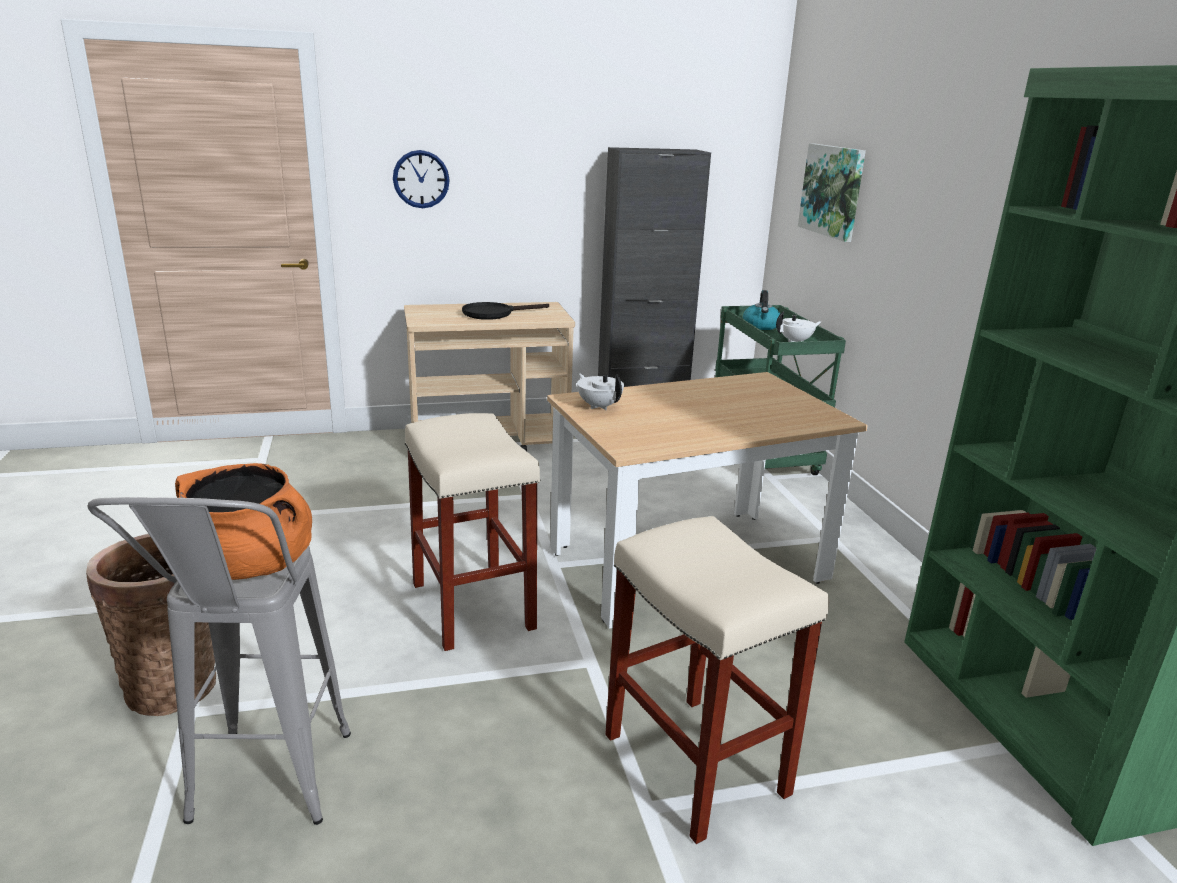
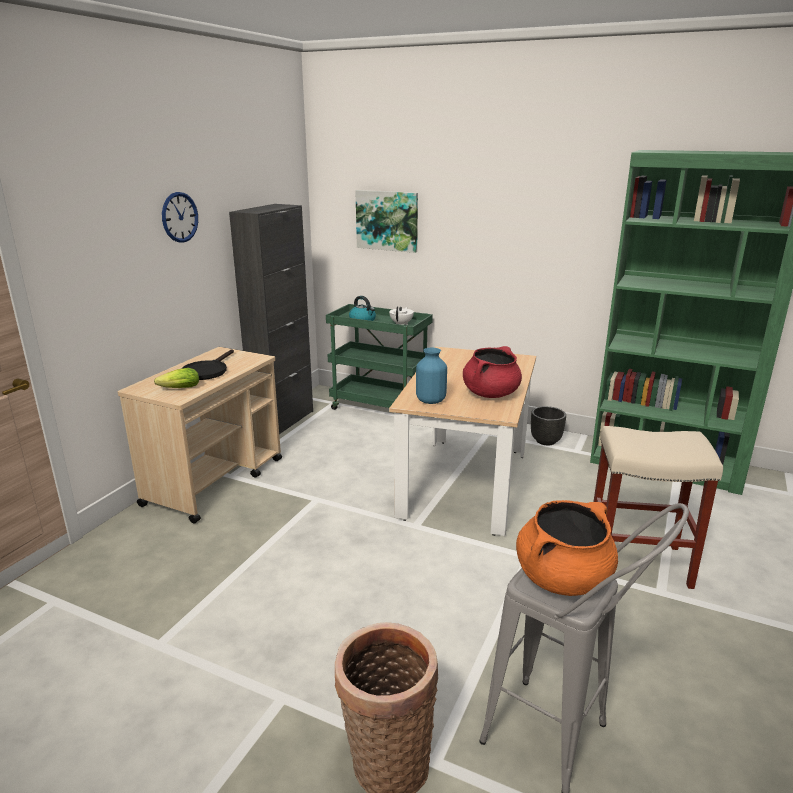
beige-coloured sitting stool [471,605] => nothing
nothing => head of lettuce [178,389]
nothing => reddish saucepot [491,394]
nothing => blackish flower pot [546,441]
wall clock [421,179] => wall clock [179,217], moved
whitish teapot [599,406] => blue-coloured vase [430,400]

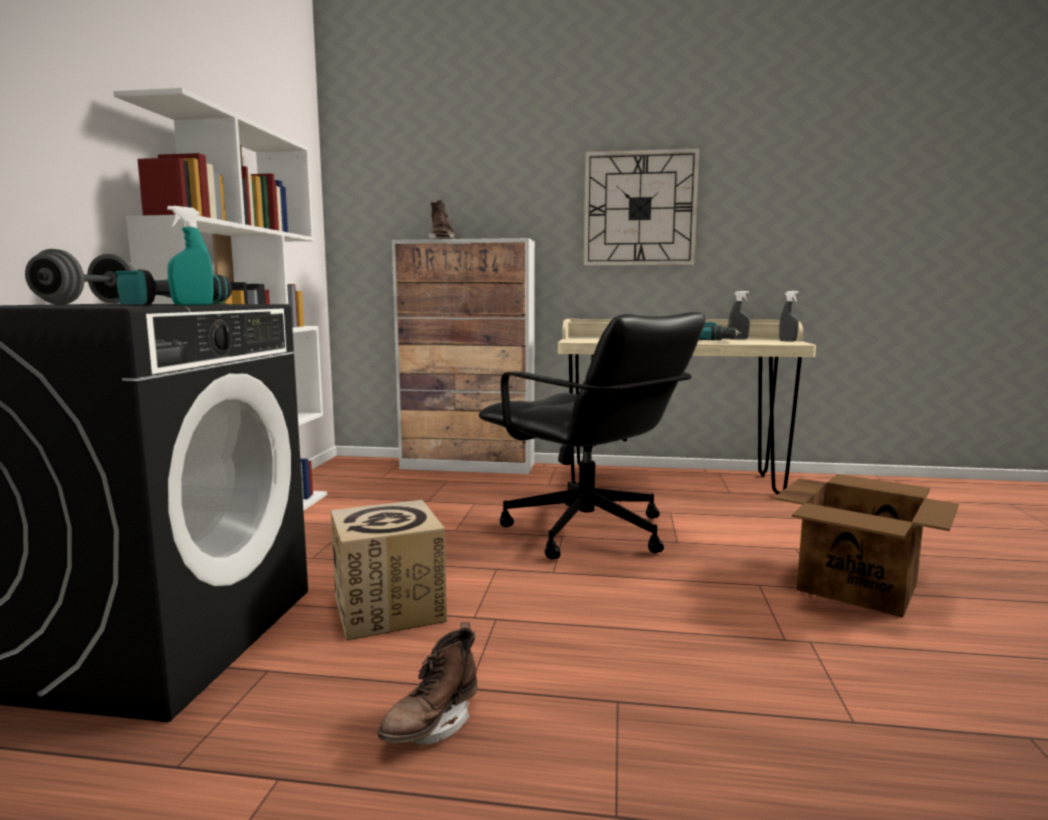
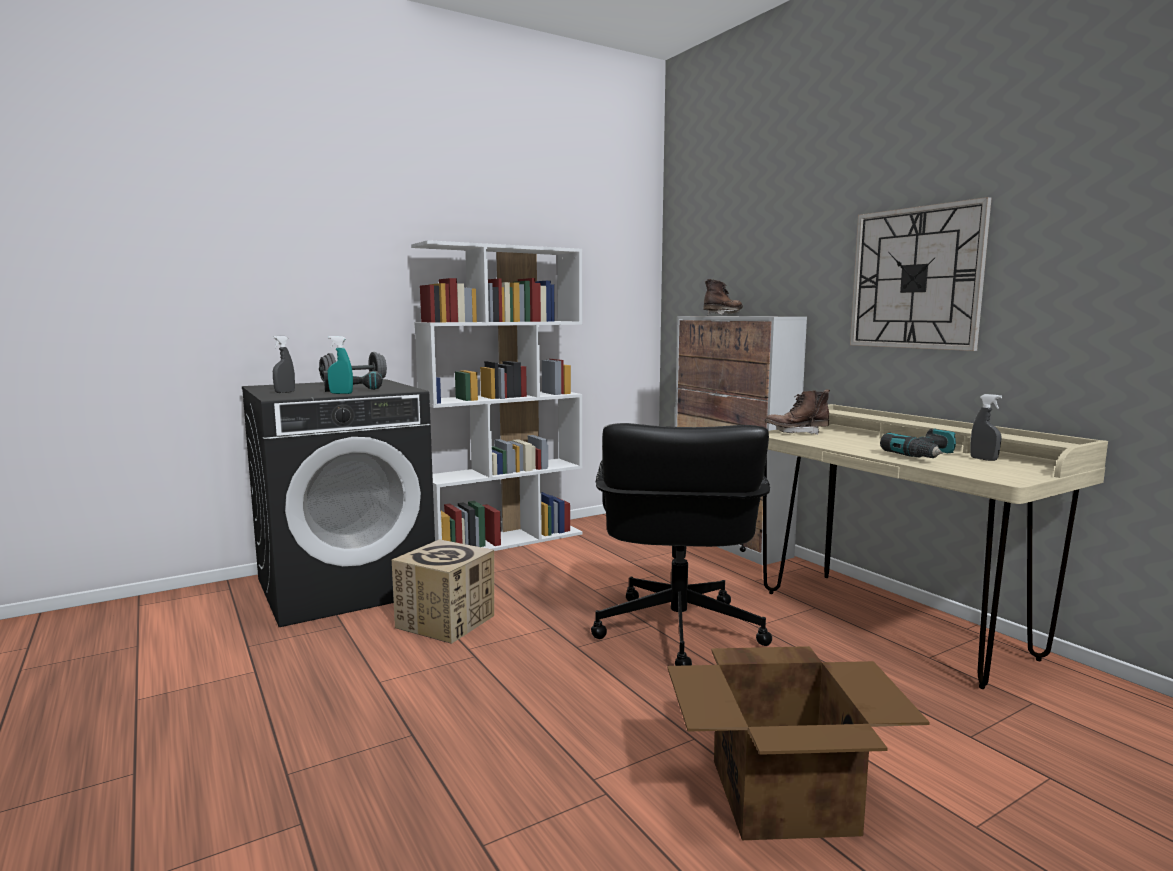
brownish high-top boot [431,725] => brownish high-top boot [796,433], moved
greyish hand sprayer [787,341] => greyish hand sprayer [285,392], moved

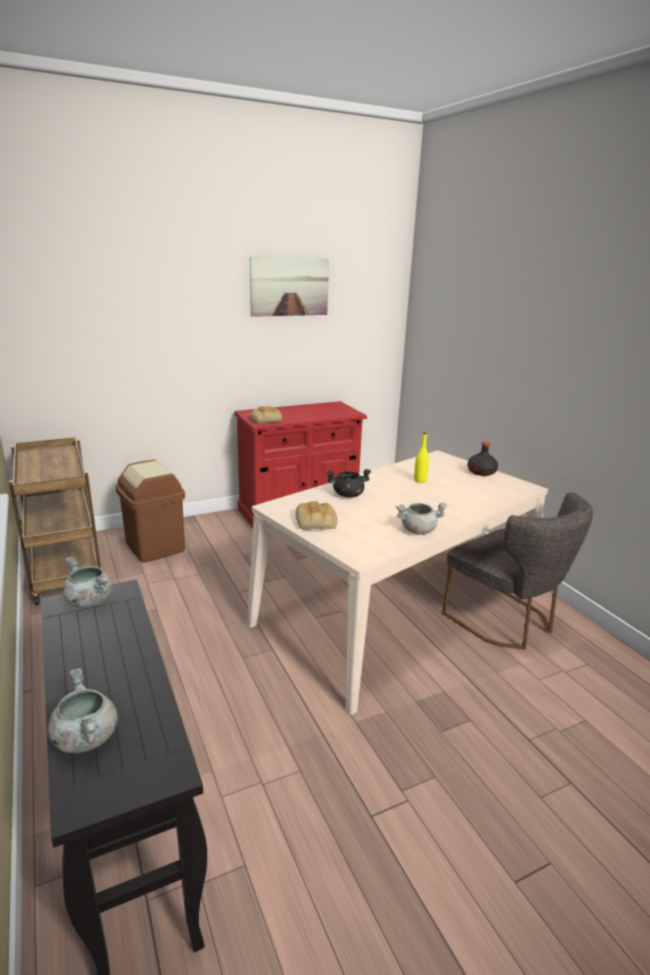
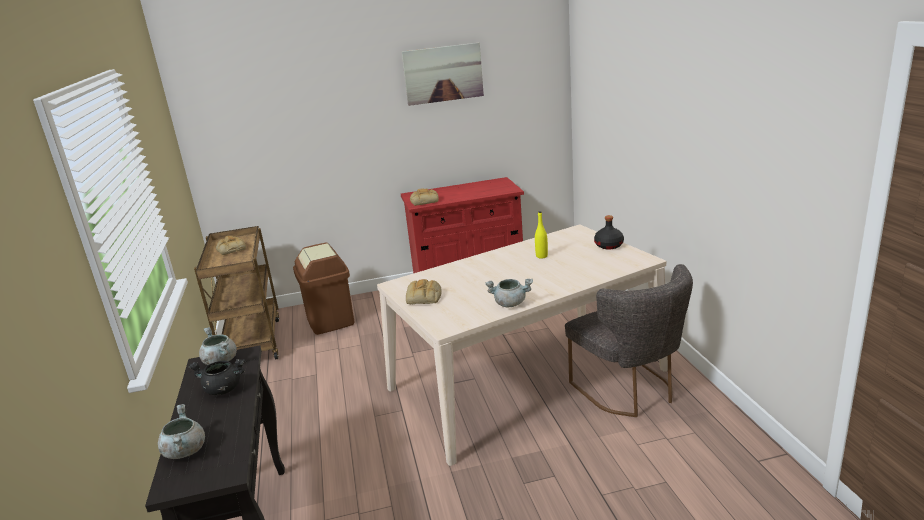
nothing => baked bread [231,249]
blackish saucepot [348,495] => blackish saucepot [223,389], moved

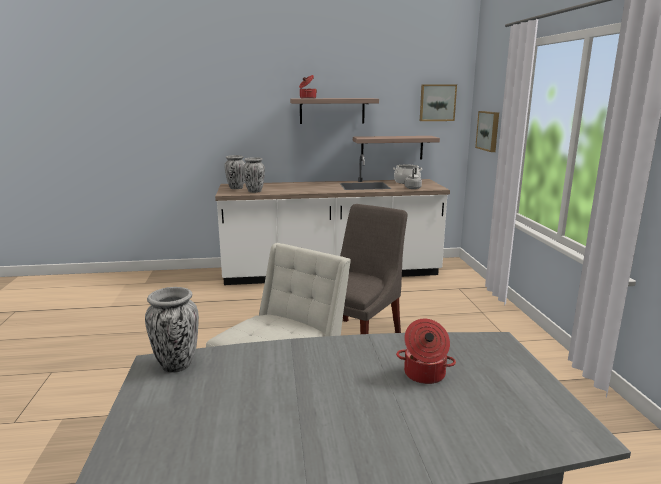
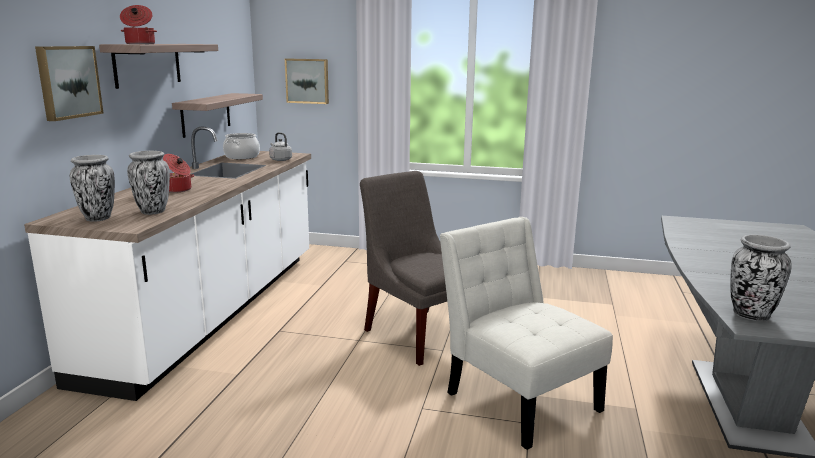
saucepot [424,374] => saucepot [178,190], moved
wall picture [437,102] => wall picture [67,82], moved

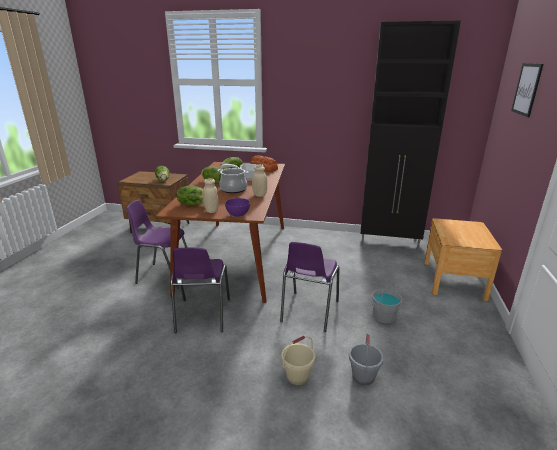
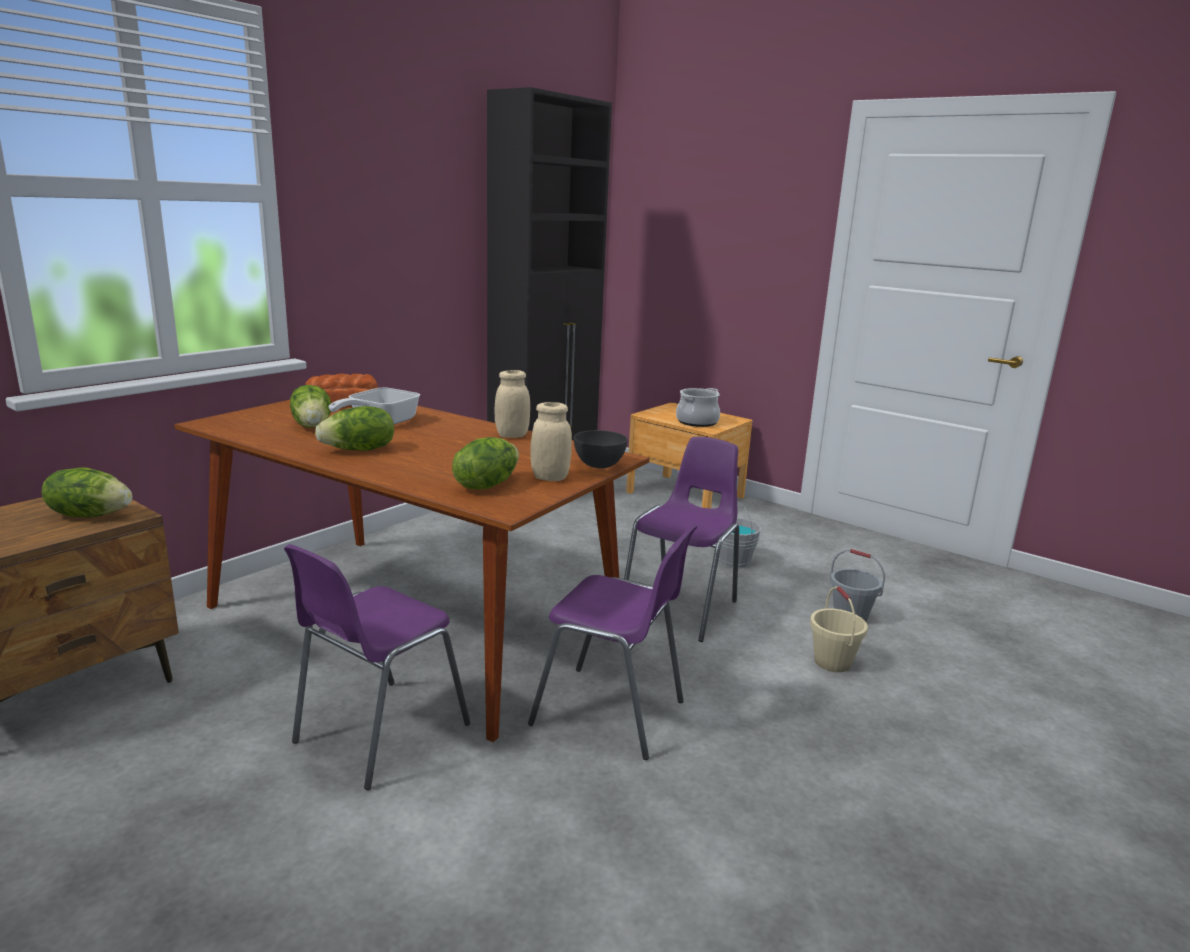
wall picture [526,89] => nothing
saucepot [233,189] => saucepot [697,422], moved
purplish deep dish [238,214] => greyish deep dish [599,465]
purplish chair [308,312] => purplish chair [682,608], 105 degrees counterclockwise

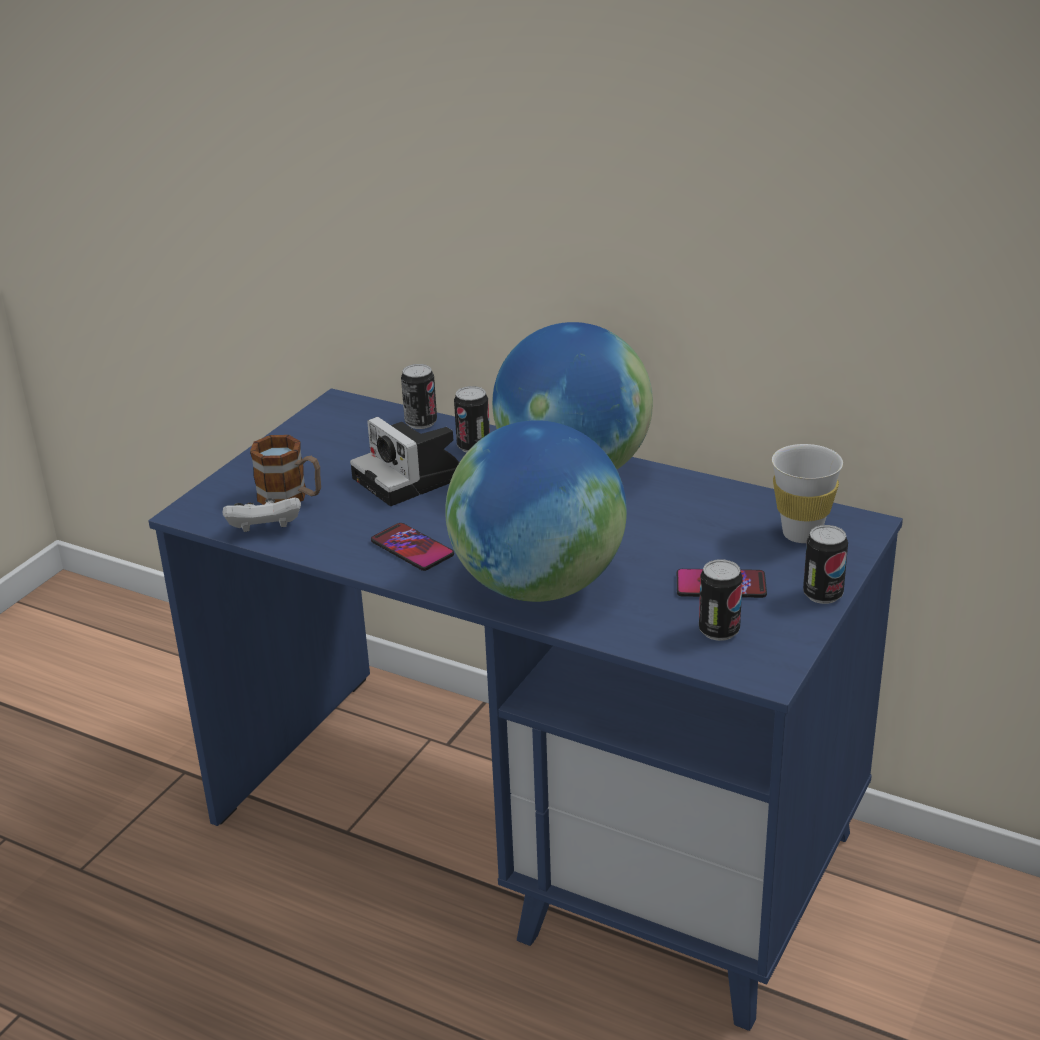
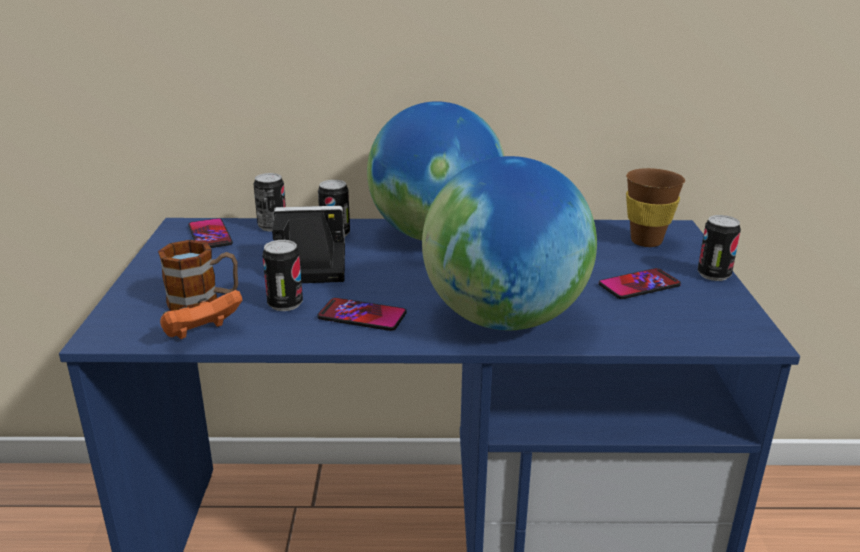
nothing => handset [210,235]
metal can [719,630] => metal can [285,304], moved
whitish gamepad [265,530] => orange-coloured gamepad [201,333]
whitish cup [801,534] => brownish cup [646,241]
still camera [413,478] => still camera [306,265], 150 degrees clockwise

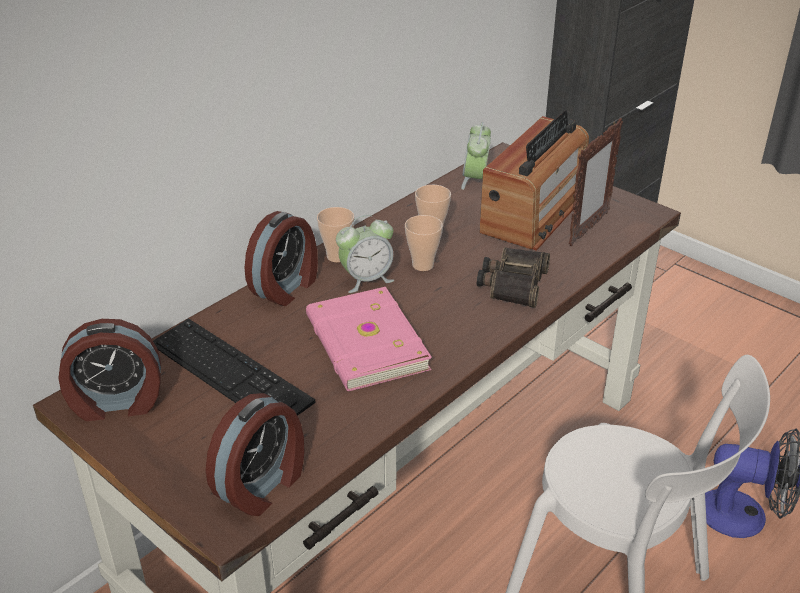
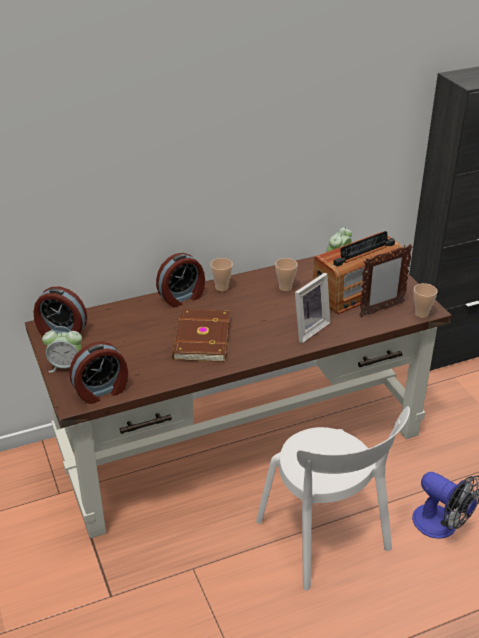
computer keyboard [229,372] => nothing
bedside clock [366,279] => bedside clock [66,366], moved
cup [423,265] => cup [421,314], moved
binoculars [512,283] => photo frame [308,329]
pink-coloured book [364,344] => brownish book [200,339]

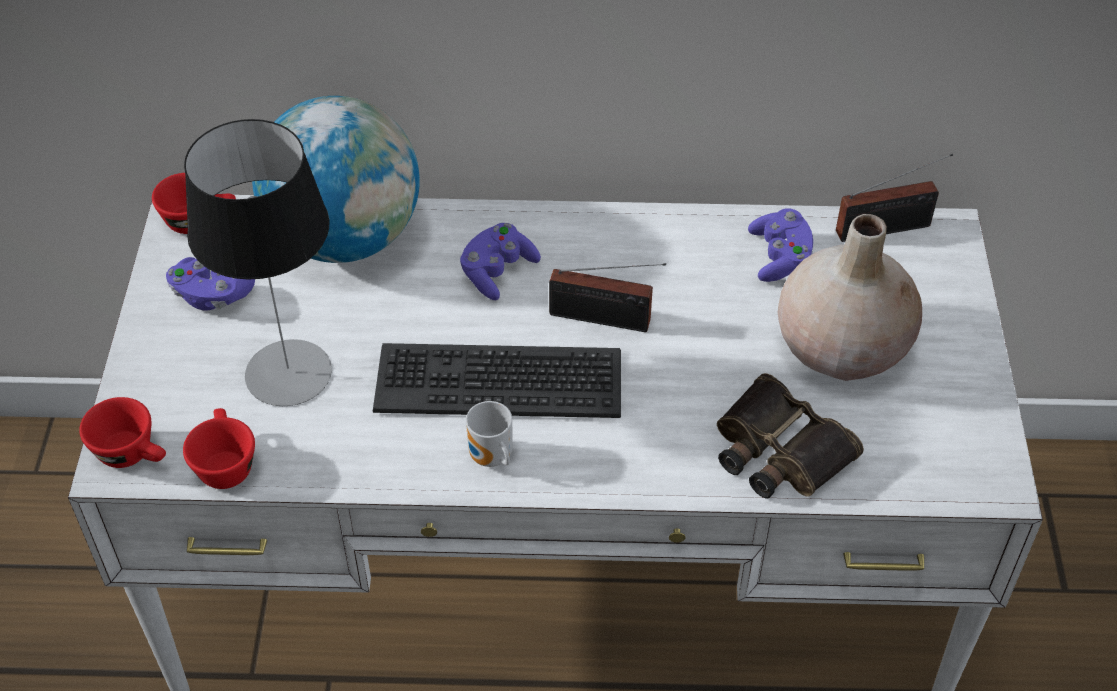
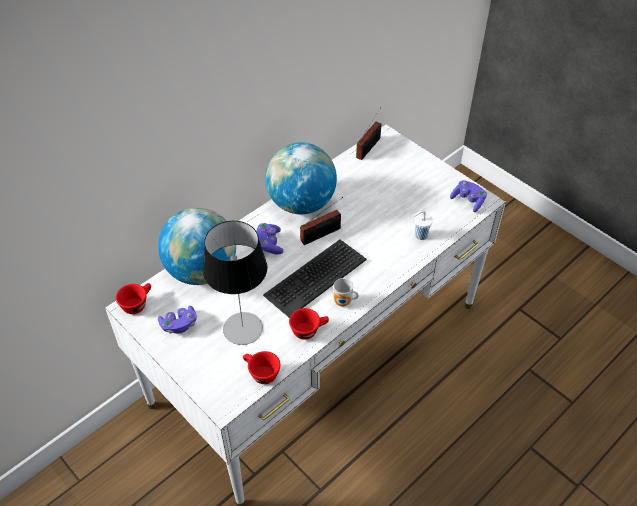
beige-coloured vase [841,347] => nothing
nothing => desk globe [301,203]
reddish cup [133,454] => reddish cup [309,330], moved
purplish gamepad [779,257] => purplish gamepad [468,201], moved
binoculars [777,451] => whitish cup [420,235]

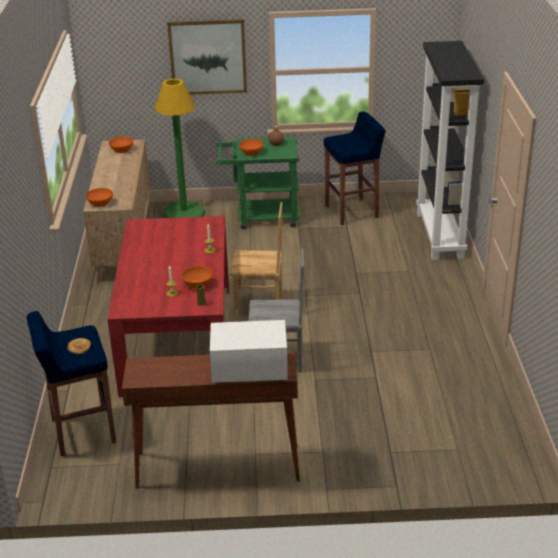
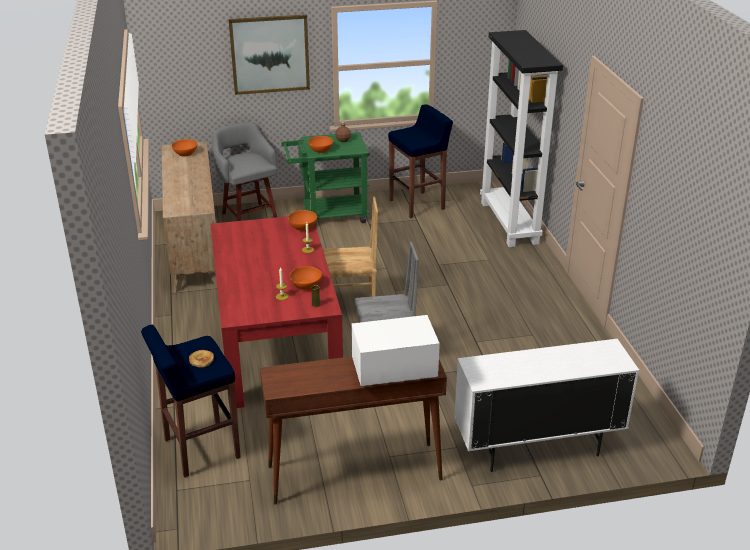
nothing => whitish cupboard [537,448]
orange-coloured deep dish [100,203] => orange-coloured deep dish [303,227], moved
greenish standing lamp [184,213] => greyish sitting stool [248,216]

